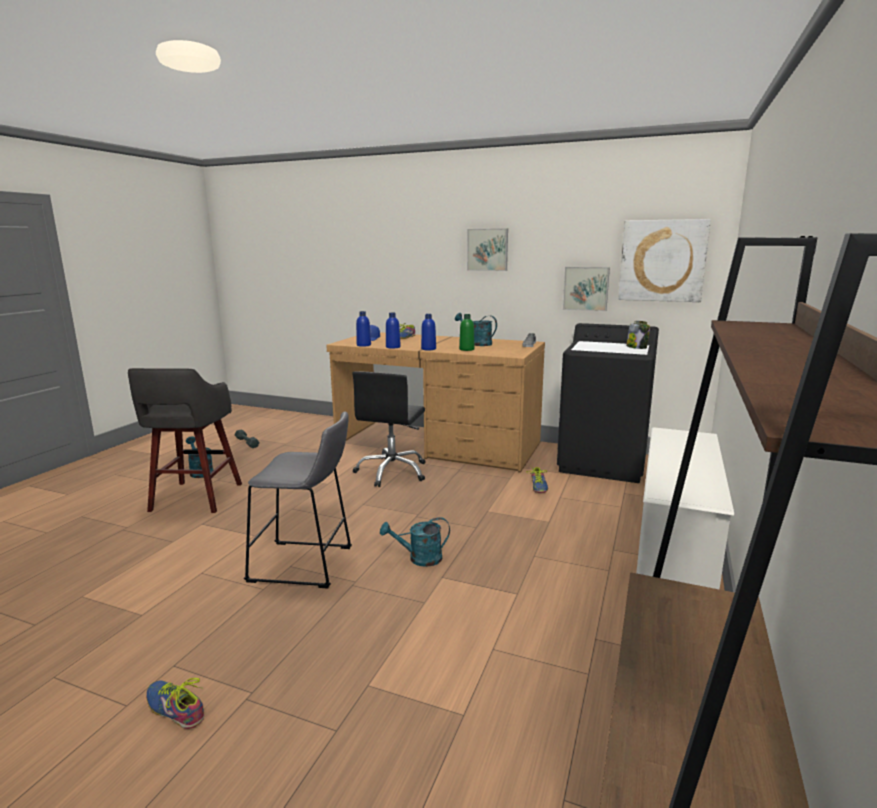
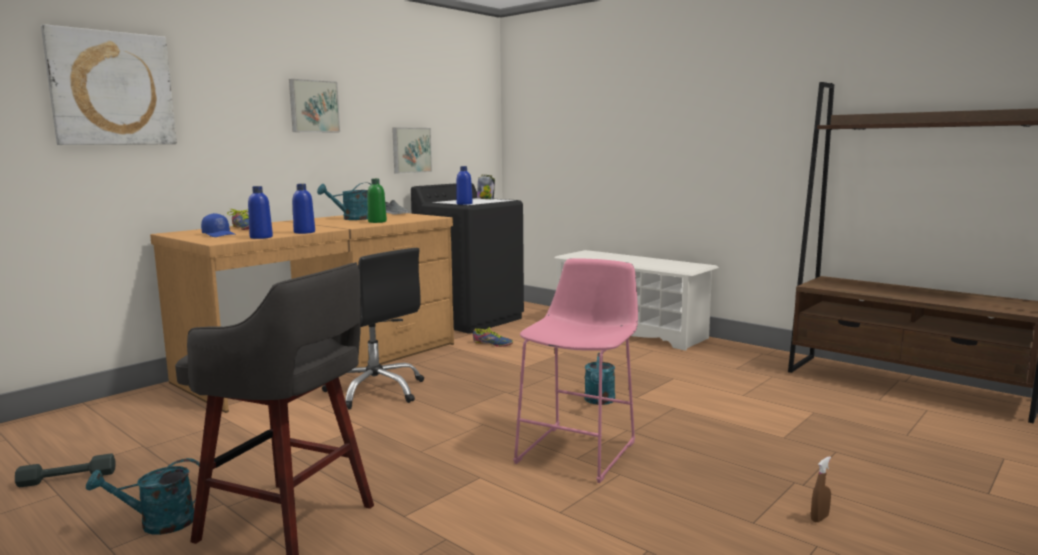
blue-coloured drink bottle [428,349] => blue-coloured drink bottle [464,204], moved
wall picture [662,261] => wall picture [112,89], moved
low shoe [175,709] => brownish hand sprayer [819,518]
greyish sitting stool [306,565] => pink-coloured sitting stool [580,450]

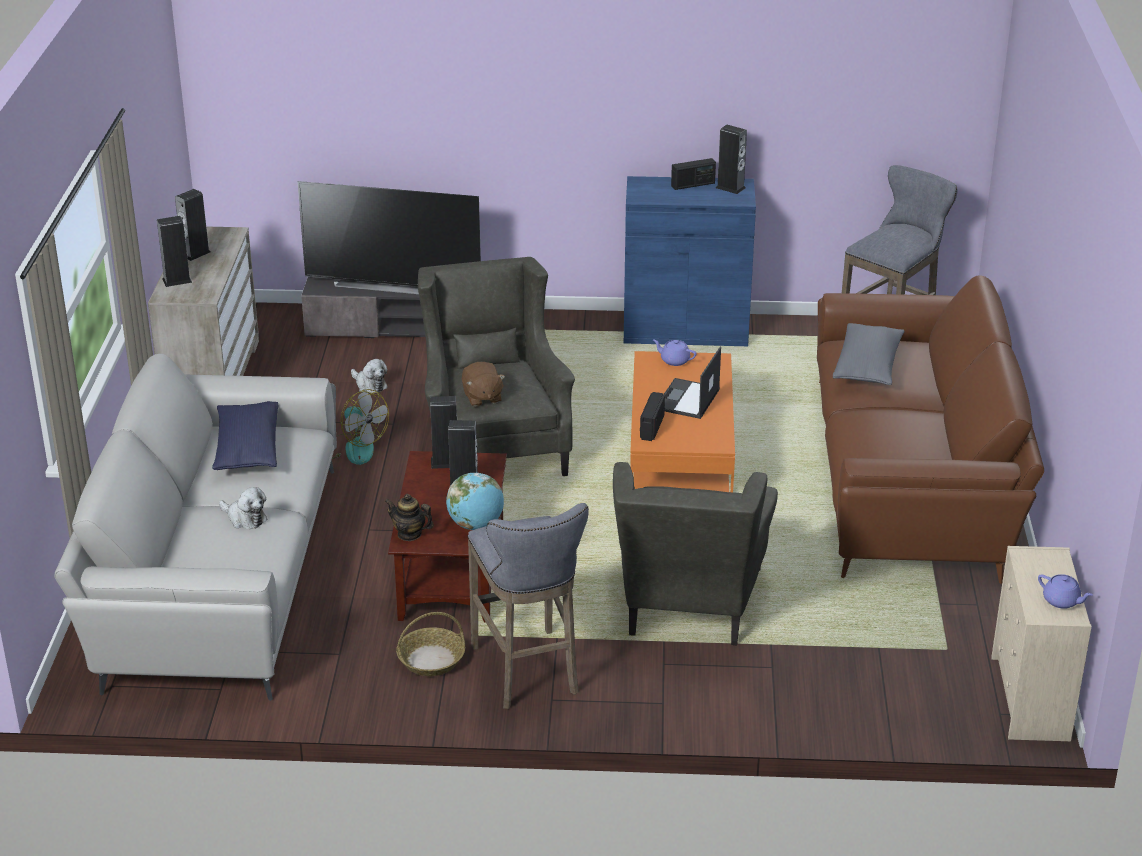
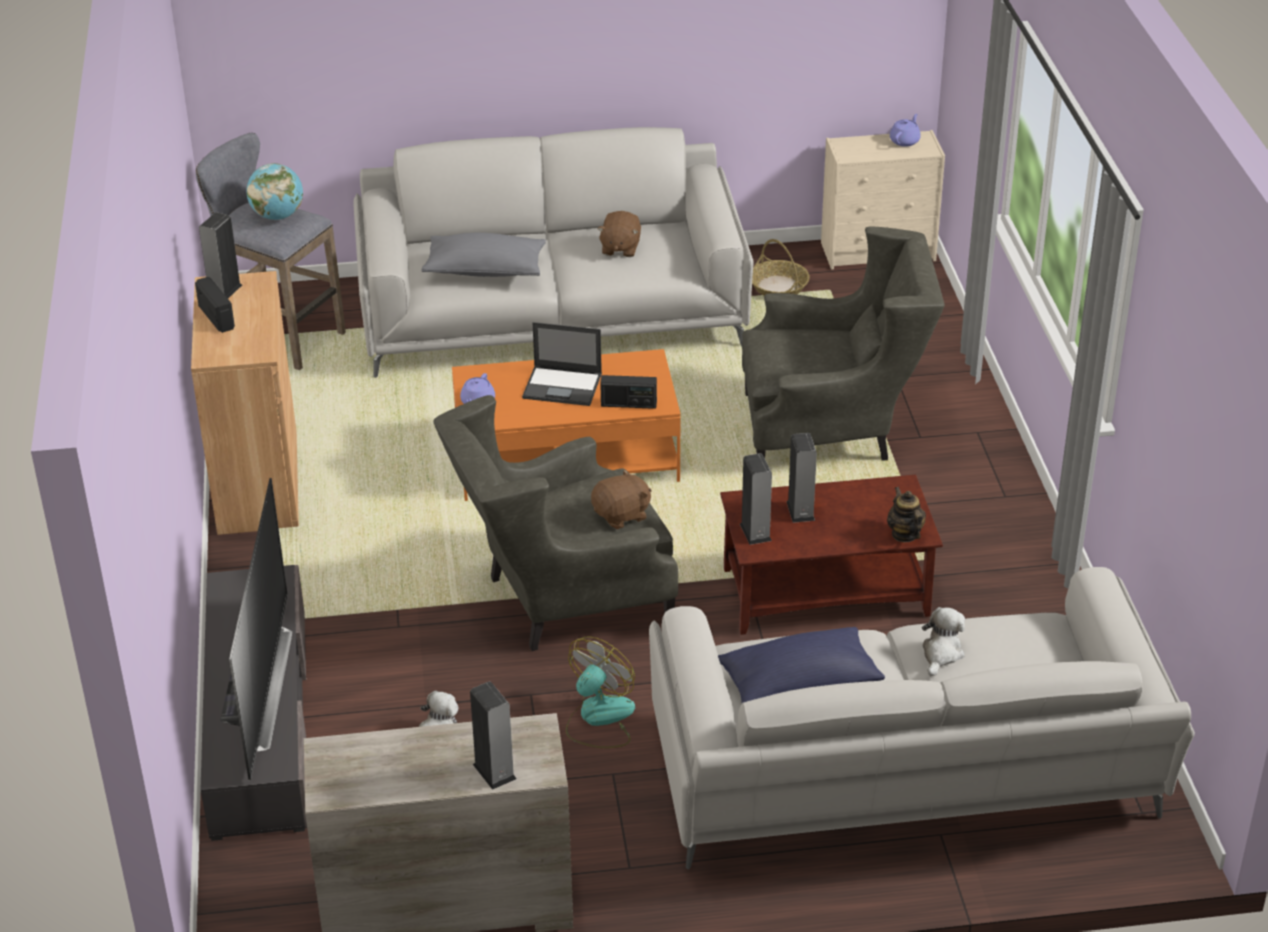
audio speaker [195,253] => nothing
greyish sitting stool [528,673] => nothing
nothing => brownish soft toy [620,248]
household basket [431,660] => household basket [779,287], moved
desk globe [476,525] => desk globe [277,216], moved
blue-coloured cupboard [685,330] => brownish cupboard [258,482]
brownish settee [911,476] => greyish settee [553,315]
teapot [409,534] => teapot [905,534], 150 degrees clockwise

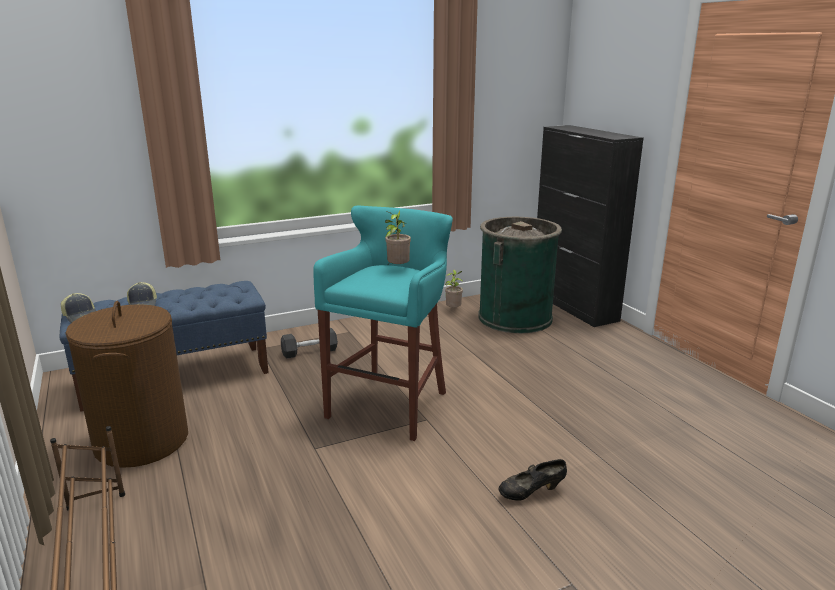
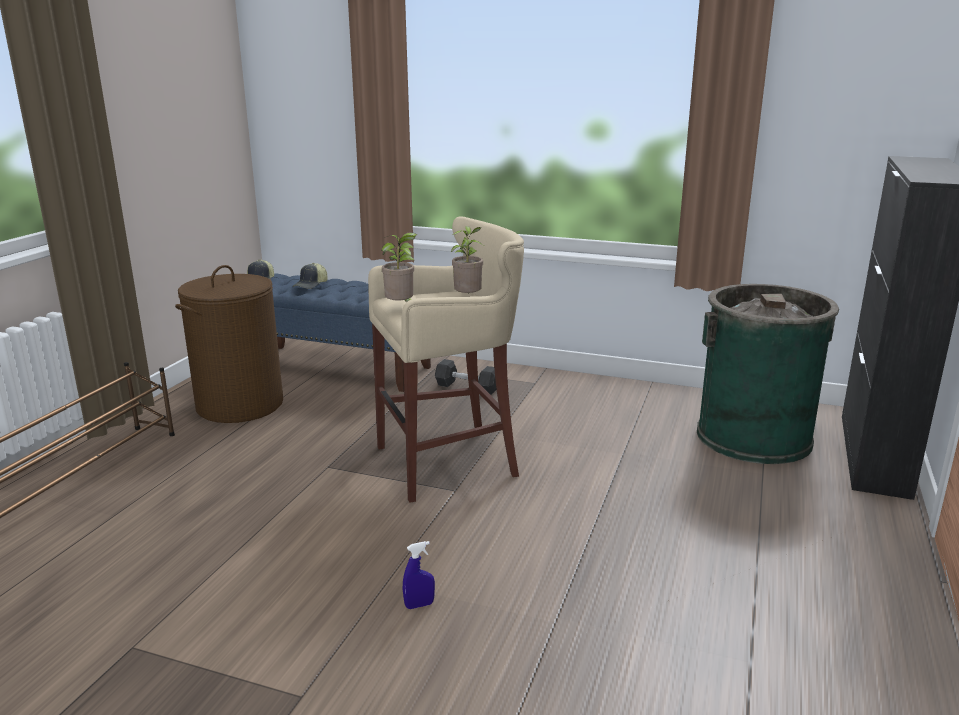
plant in a pot [453,310] => plant in a pot [401,307], moved
blackish low shoe [531,493] => blue-coloured hand sprayer [419,605]
turquoise sitting stool [391,404] => beige-coloured sitting stool [450,462]

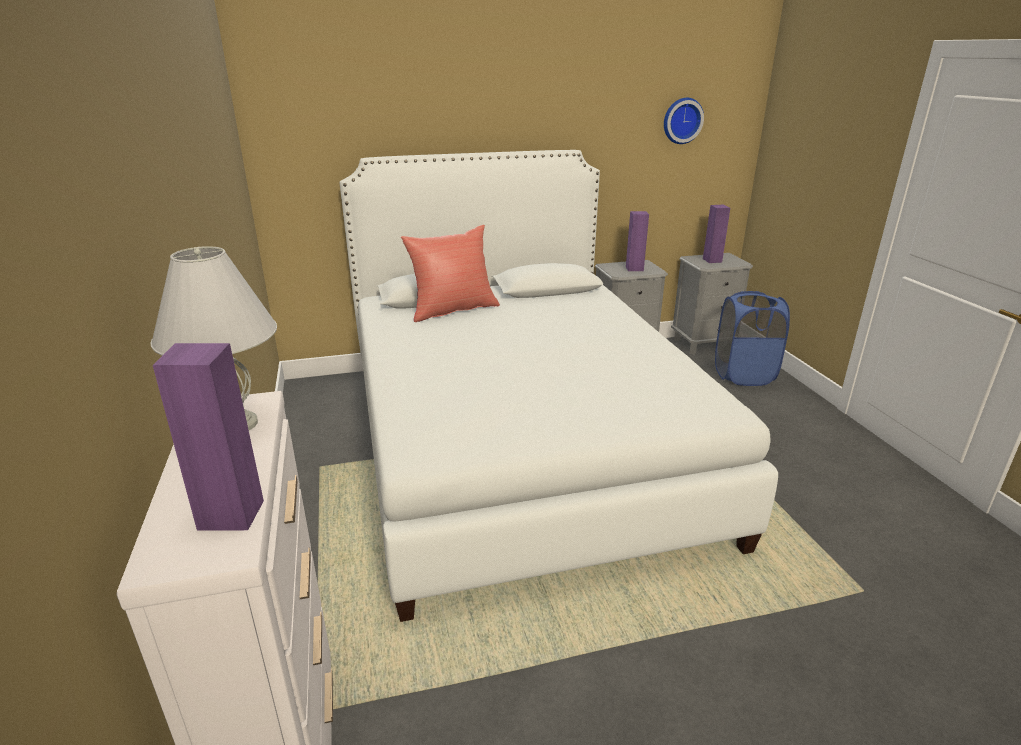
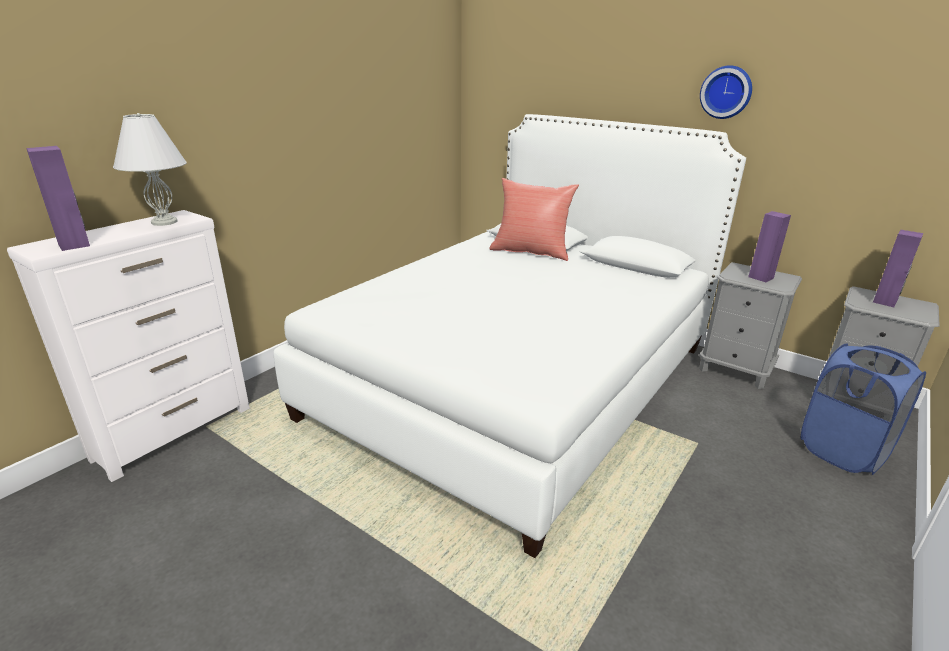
wall clock [681,120] => wall clock [726,92], moved

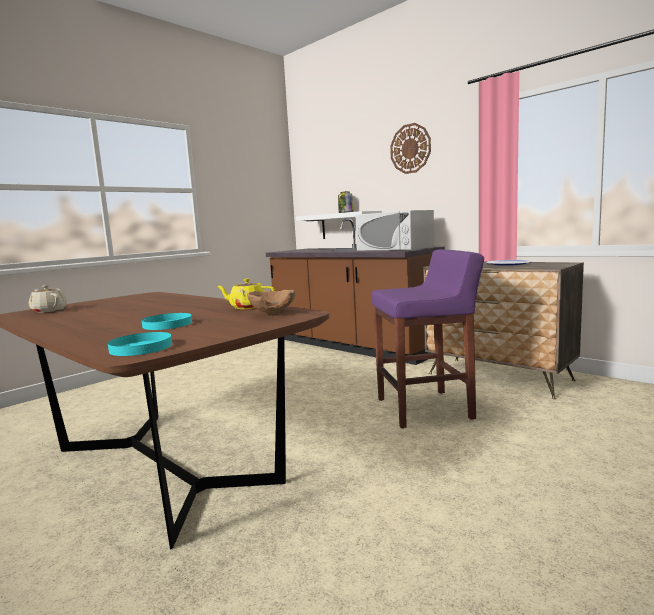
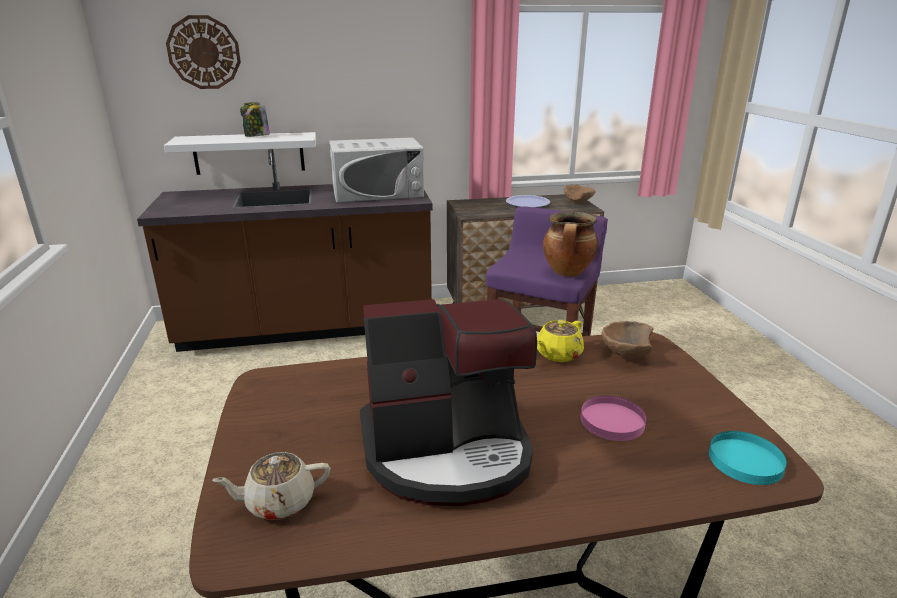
nothing => coffee maker [447,451]
nothing => saucepot [568,273]
nothing => brownish deep dish [579,202]
wall clock [410,148] => wall clock [204,52], moved
turquoise dinner plate [167,324] => pink-coloured dinner plate [611,421]

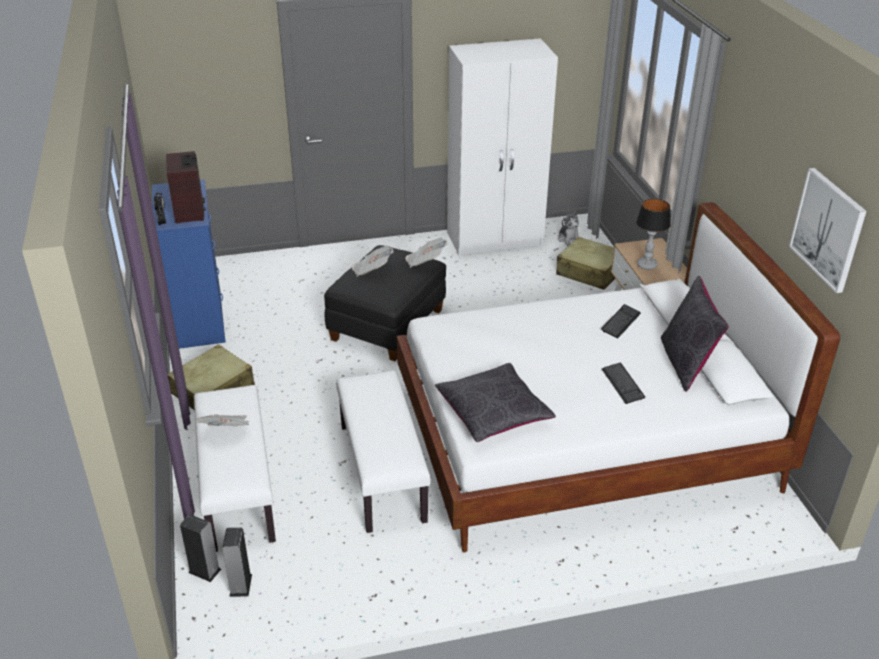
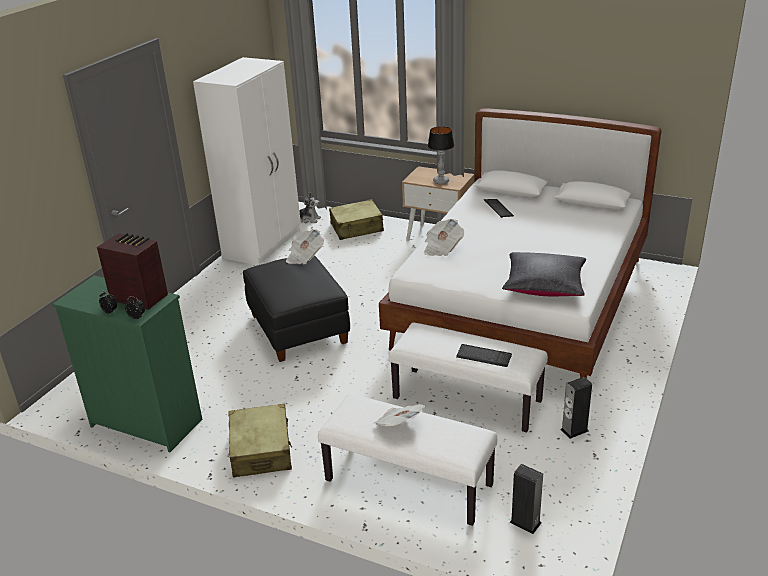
blackish cushion [686,363] => nothing
wall picture [828,229] => nothing
audio speaker [204,570] => audio speaker [574,430], moved
printed paper [371,270] => printed paper [442,248], moved
computer keyboard [622,384] => computer keyboard [484,356], moved
blue-coloured dresser [200,319] => greenish dresser [146,422]

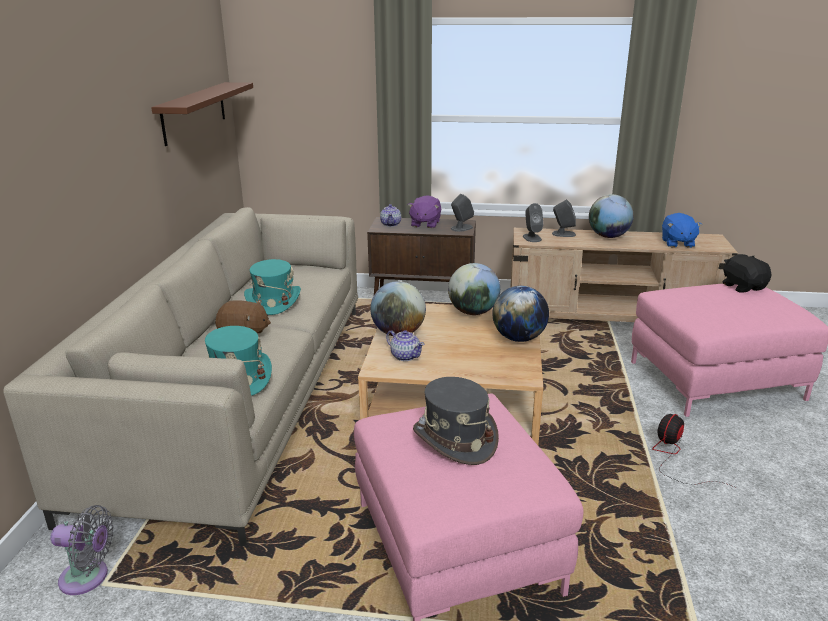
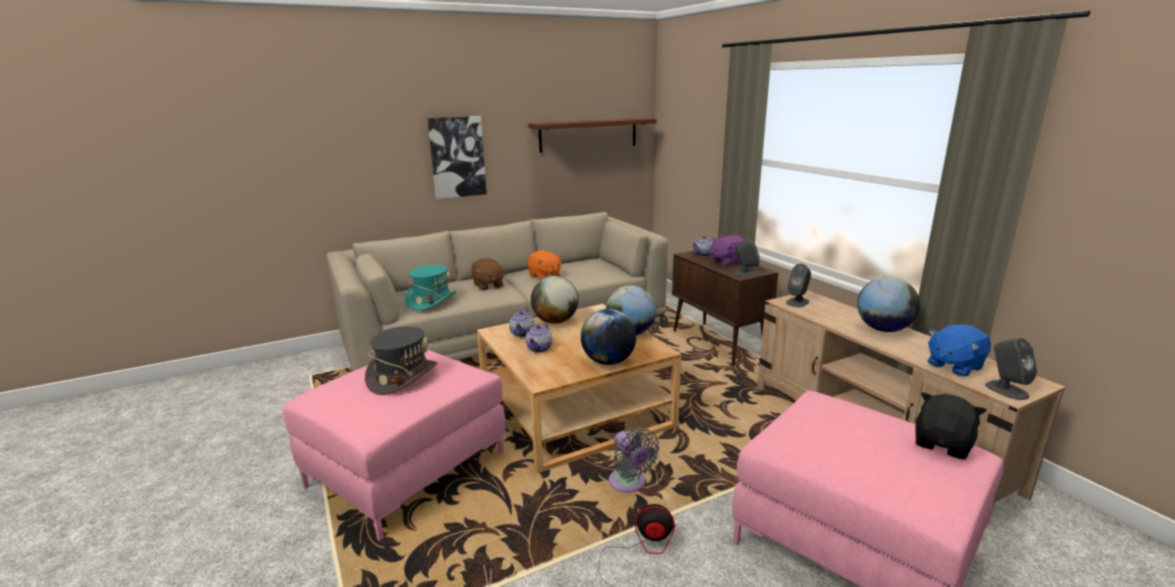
nothing => wall picture [457,157]
nothing => teapot [540,348]
greyish cooling fan [88,577] => greyish cooling fan [629,484], moved
greyish audio speaker [563,234] => greyish audio speaker [1006,390], moved
turquoise wearable hat [273,301] => orange-coloured soft toy [544,276]

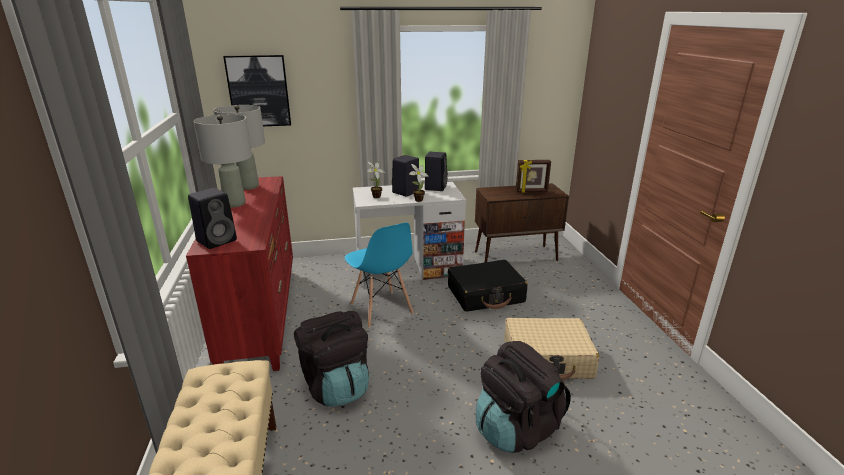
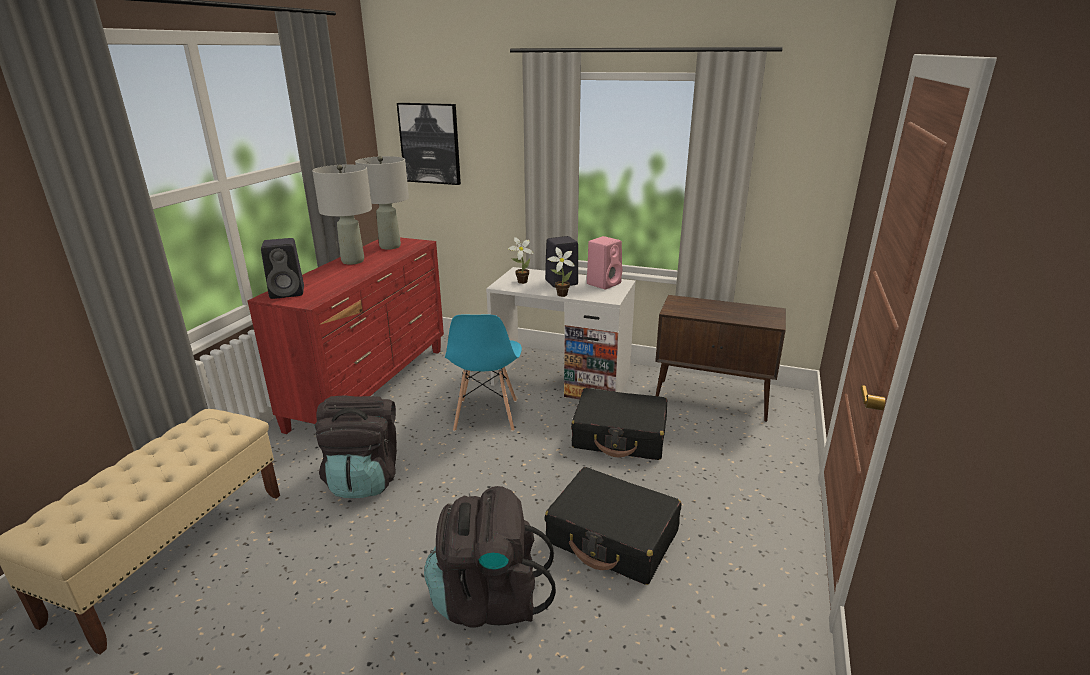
photo frame [531,191] => nothing
blackish audio speaker [435,187] => pink-coloured audio speaker [604,283]
beige-coloured suitcase [547,359] => blackish suitcase [613,537]

